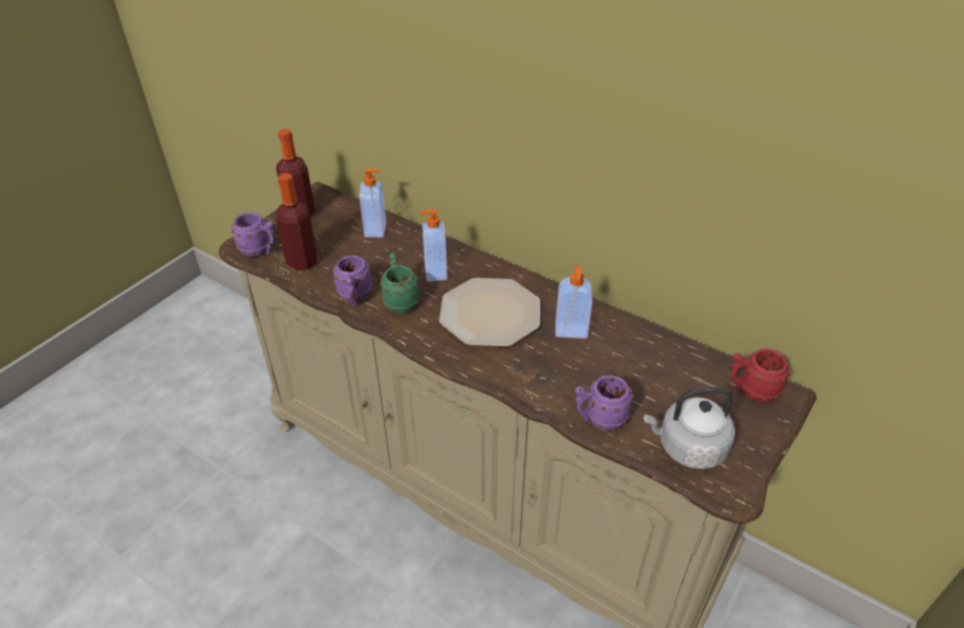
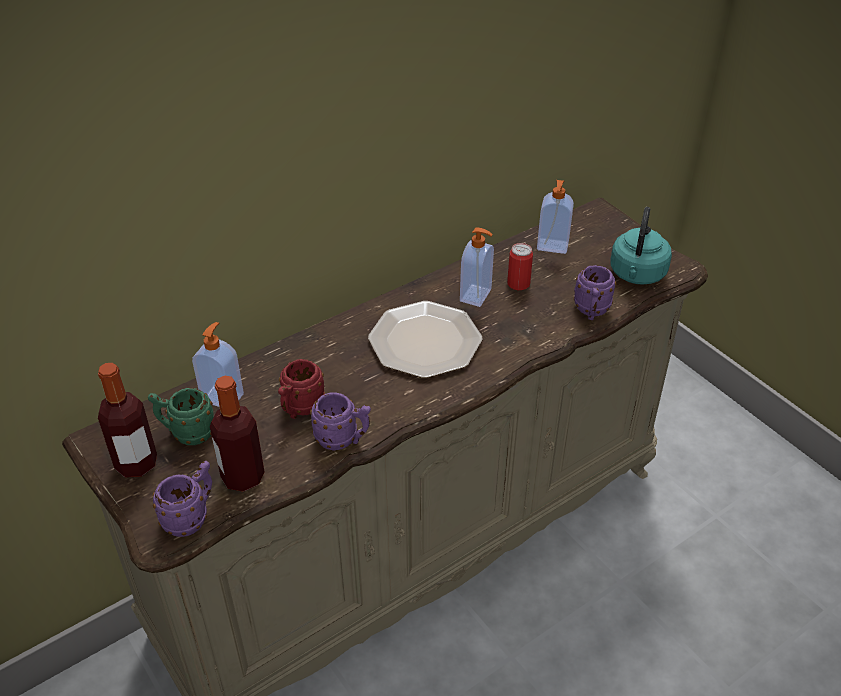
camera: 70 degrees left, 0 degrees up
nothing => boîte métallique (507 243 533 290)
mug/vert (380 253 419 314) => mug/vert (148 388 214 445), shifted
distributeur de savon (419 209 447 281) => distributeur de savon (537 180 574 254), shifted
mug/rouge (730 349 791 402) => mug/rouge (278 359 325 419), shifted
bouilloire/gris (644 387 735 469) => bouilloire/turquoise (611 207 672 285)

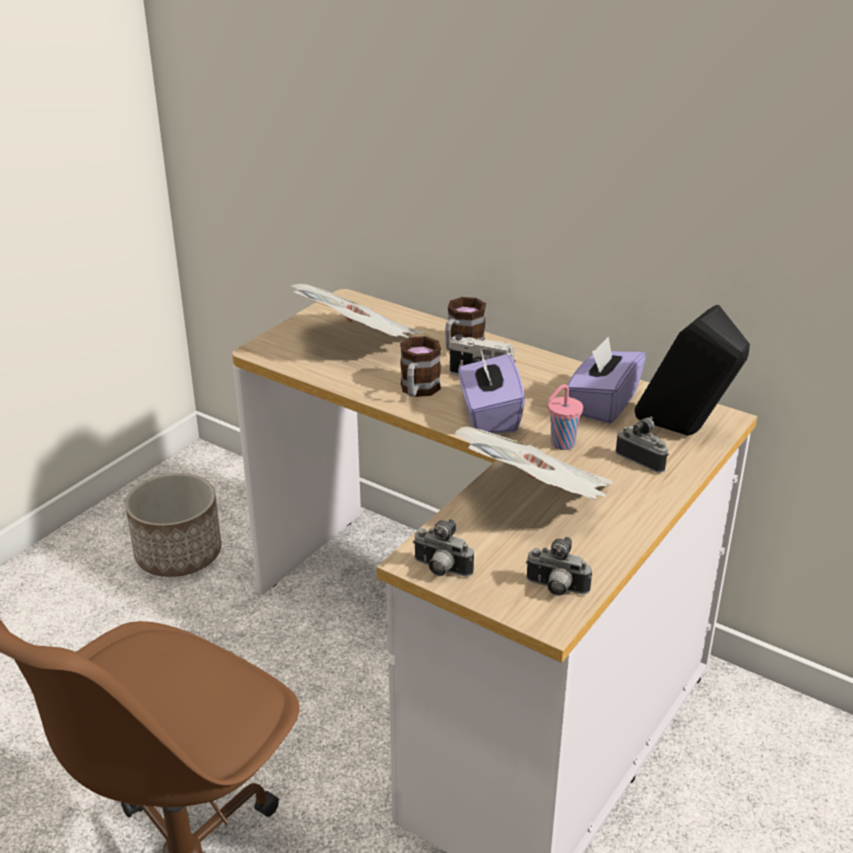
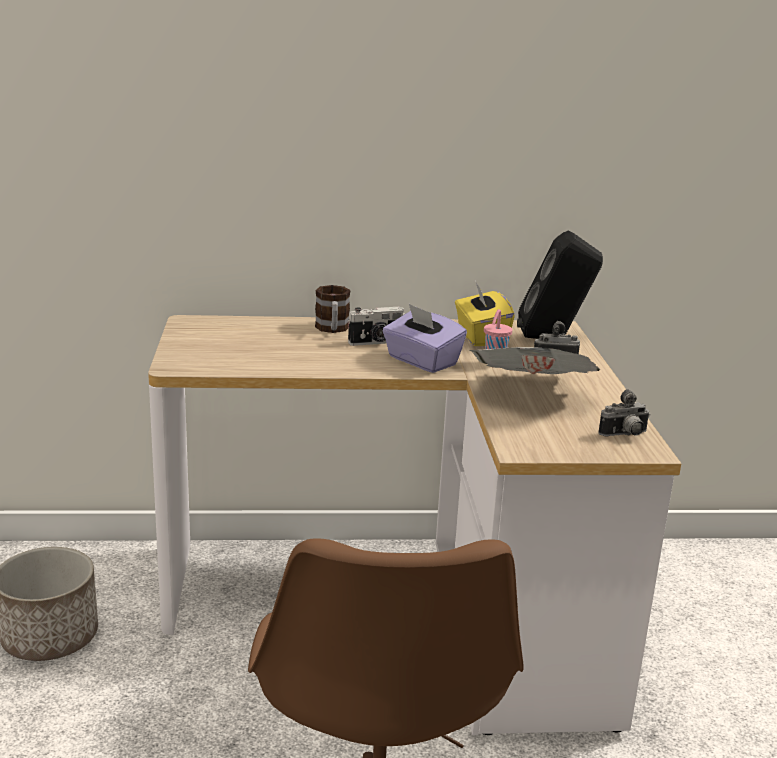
camera: 40 degrees left, 10 degrees down
journal (291 284 424 338) => nothing
mug (400 336 441 397) => nothing
appareil photo (413 519 474 577) => nothing
boîte à mouchoirs/violet (567 336 646 424) => boîte à mouchoirs/jaune (455 283 515 346)

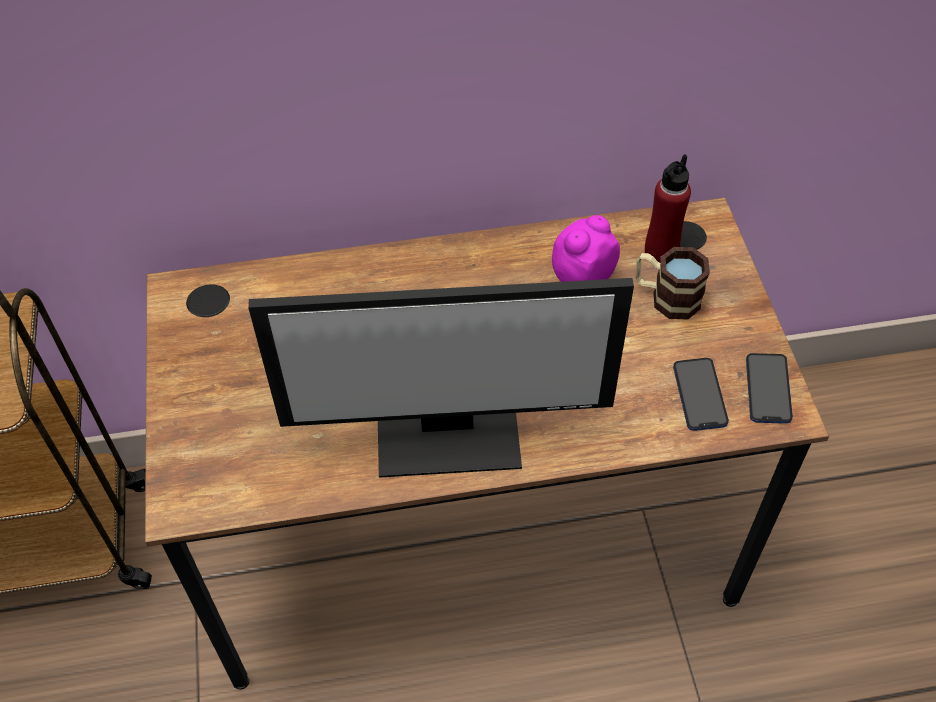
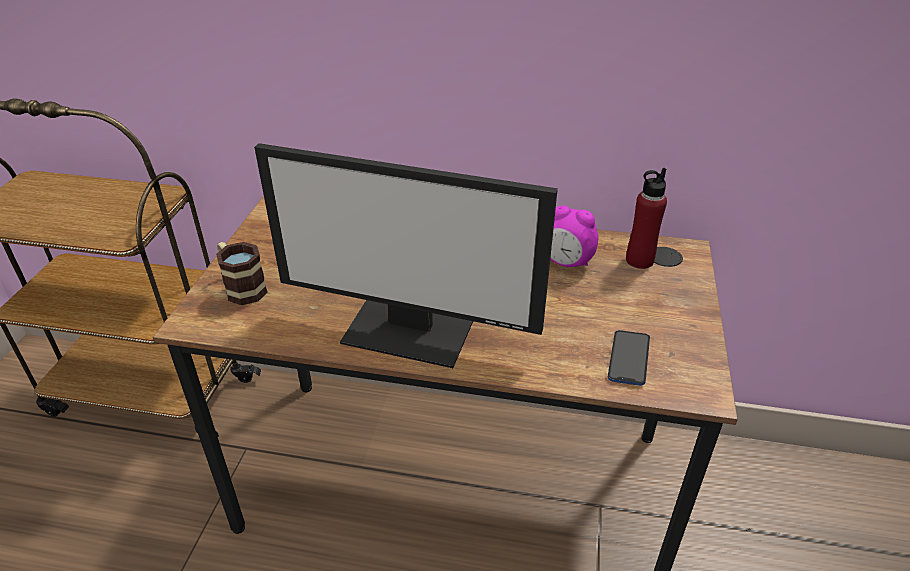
camera: 20 degrees right, 15 degrees down
téléphone (746 353 793 424) => nothing
mug (636 247 710 319) => mug (216 242 268 305), shifted
réveil (552 215 620 282) => réveil (550 206 599 267), 135 degrees counterclockwise

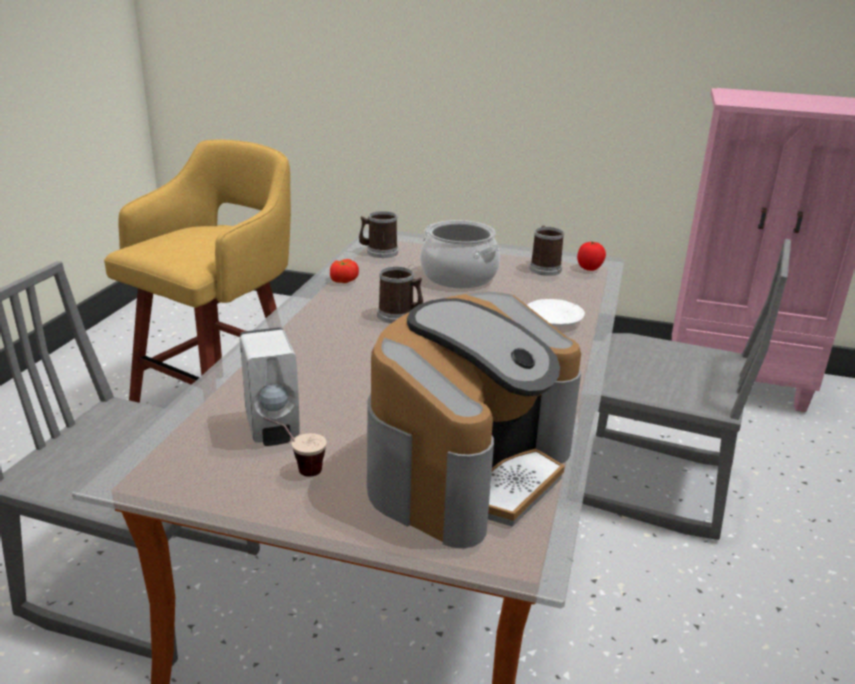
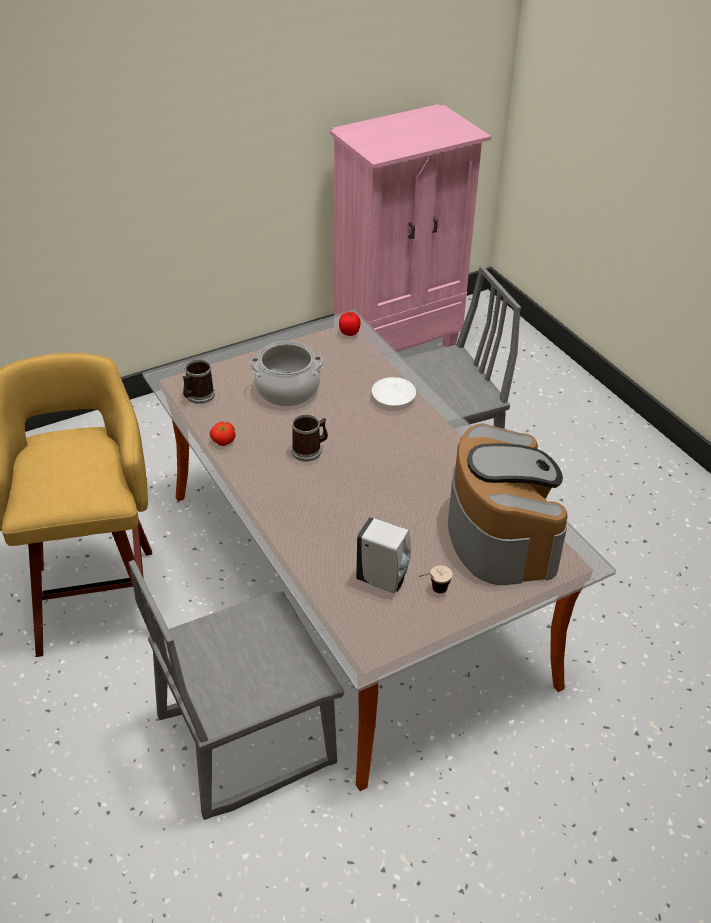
camera: 45 degrees left, 15 degrees up
mug (529 226 564 276) => nothing

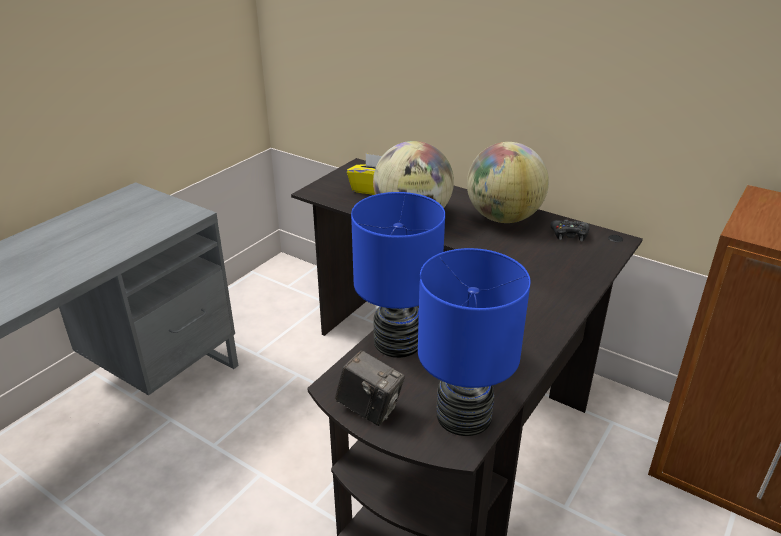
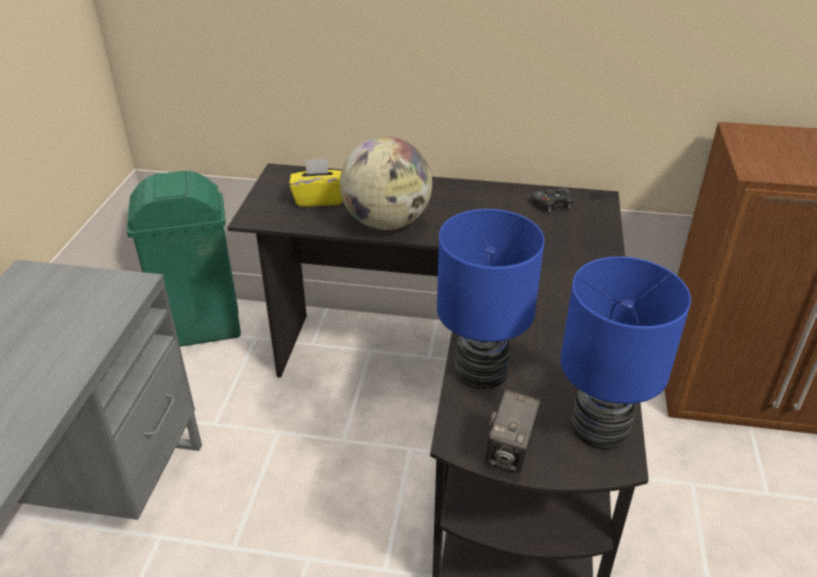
camera: 25 degrees left, 5 degrees up
globe (467 142 549 223) => nothing
nothing => poubelle/vert (127 171 241 347)
appareil photo (335 350 405 426) => appareil photo (485 390 541 473), 105 degrees clockwise

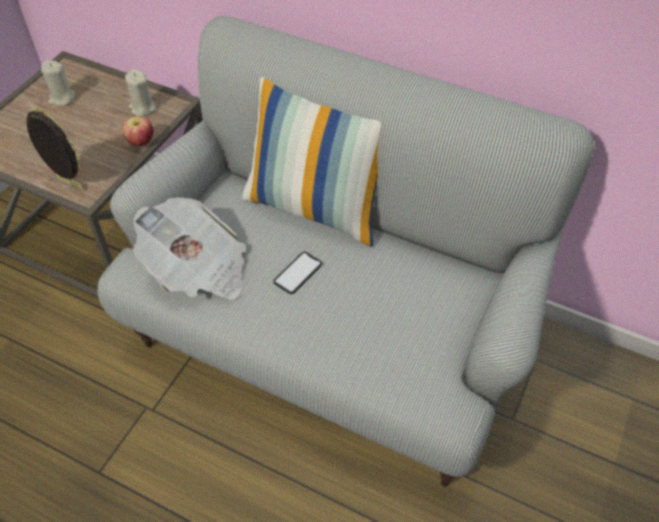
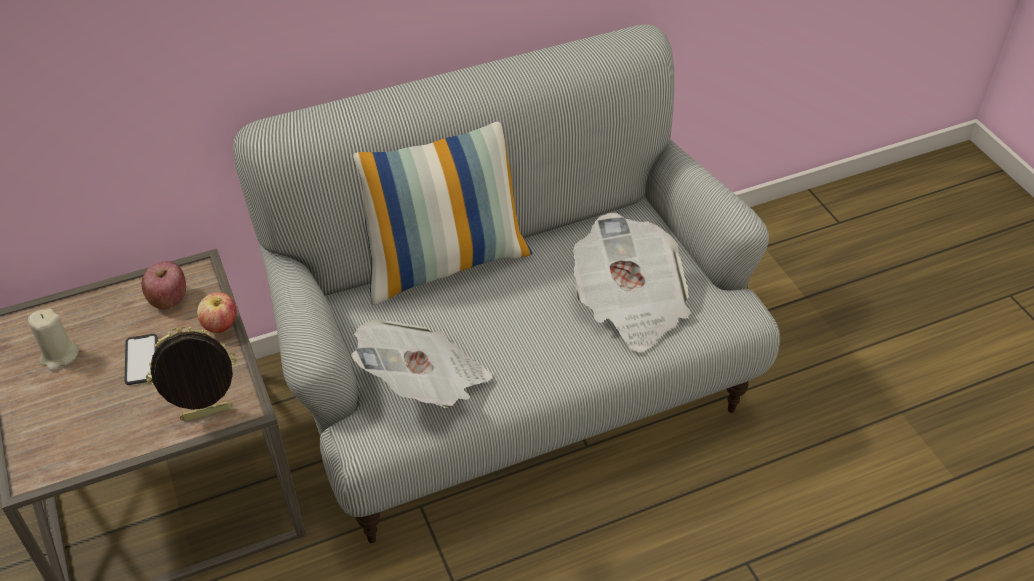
camera: 50 degrees left, 5 degrees down
nothing => journal (573 213 691 353)
téléphone (273 252 322 294) => téléphone (125 334 158 385), shifted
bougie/beige (125 69 156 116) => pomme (142 261 186 309)

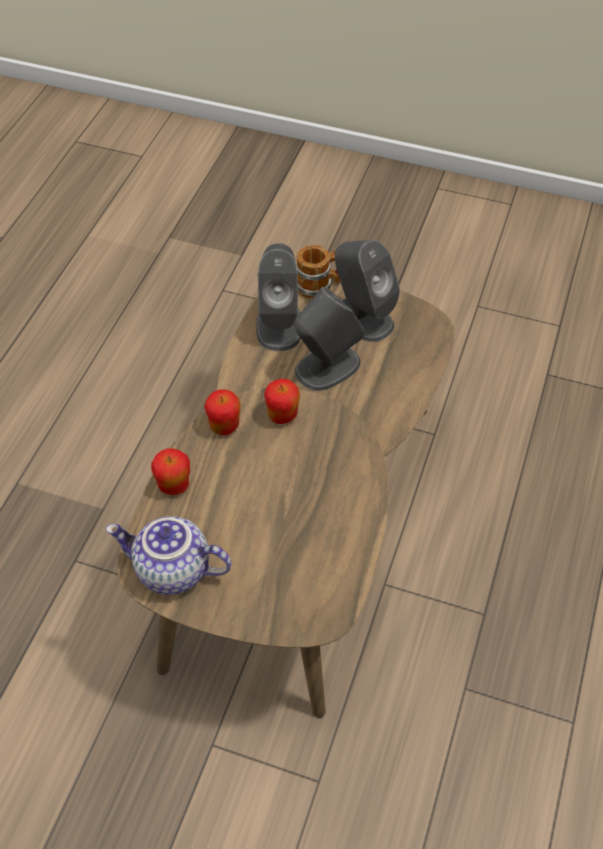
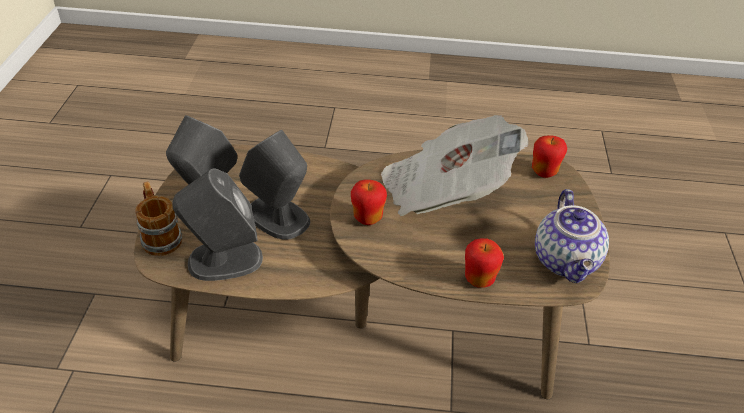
camera: 105 degrees left, 10 degrees down
nothing => journal (381 115 528 216)
pomme (204 389 240 435) => pomme (532 135 567 178), shifted

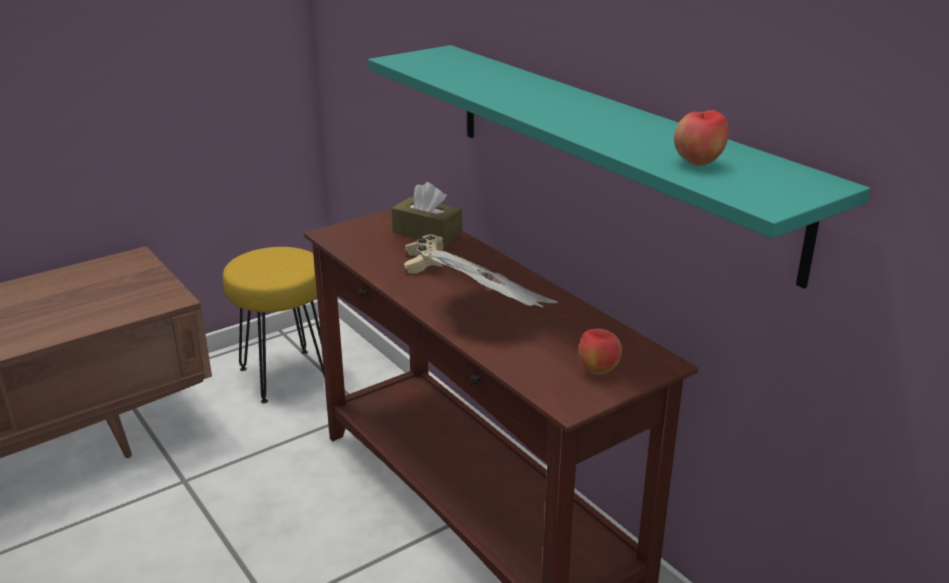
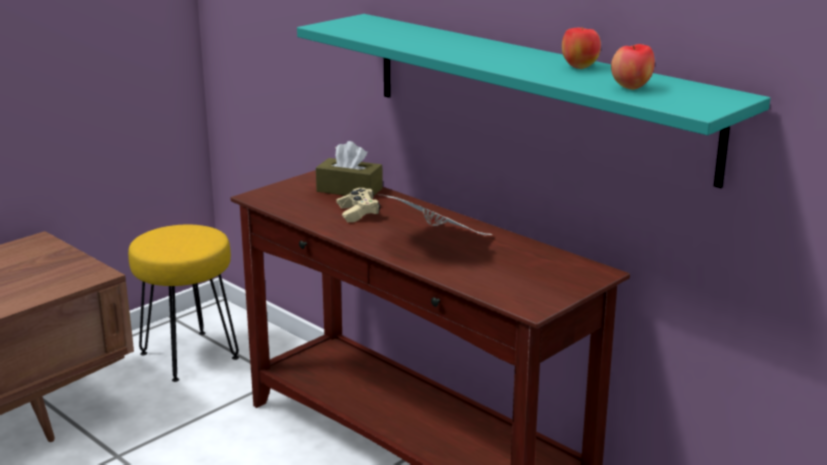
camera: 10 degrees left, 5 degrees down
pomme (579 329 622 375) => pomme (562 27 601 69), shifted

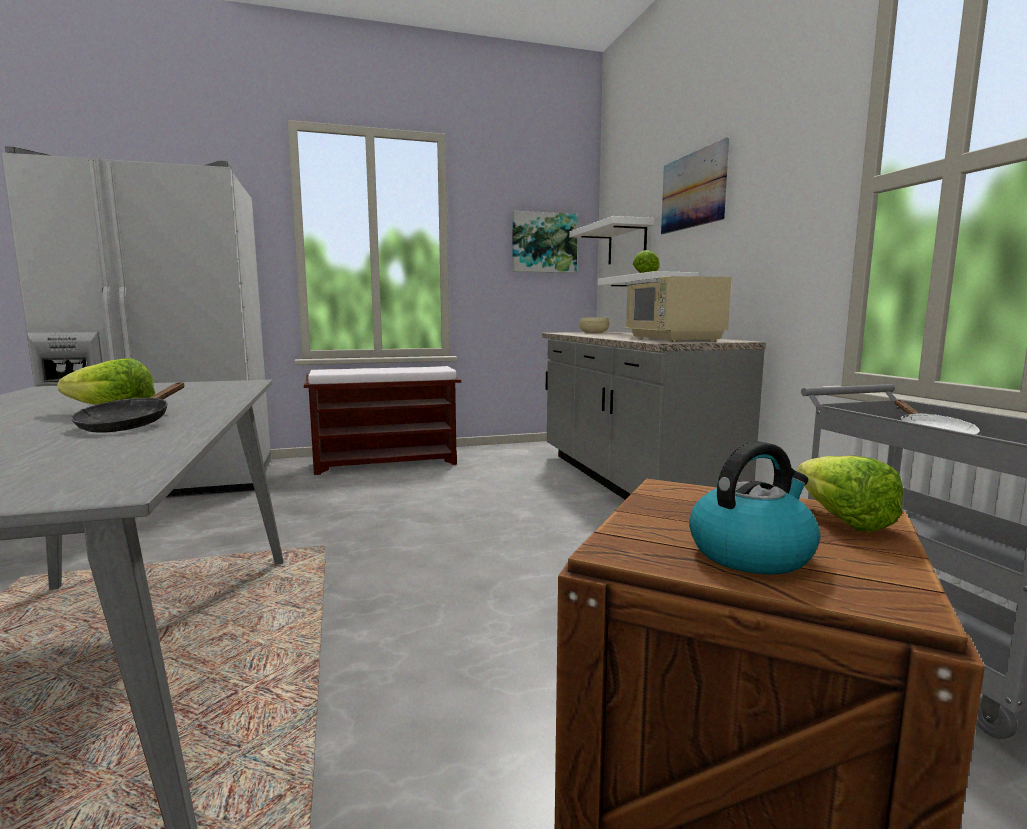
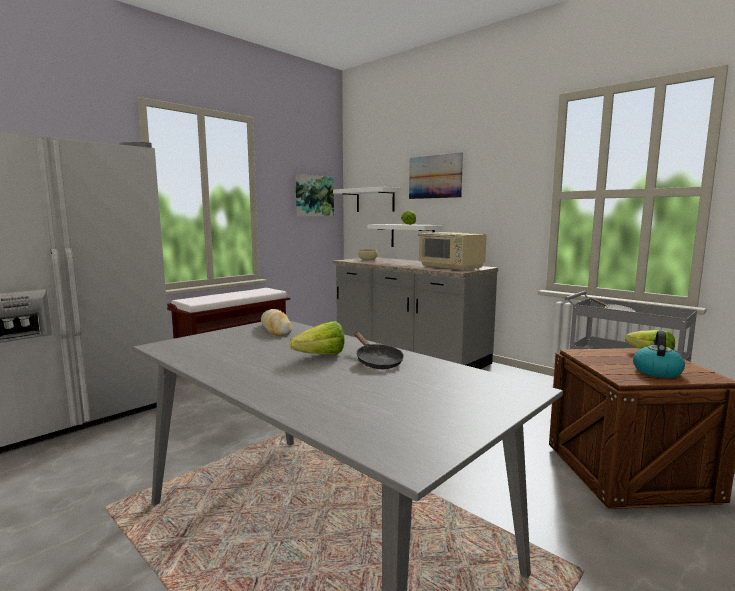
camera: 30 degrees left, 0 degrees up
nothing => pain (261 309 292 336)

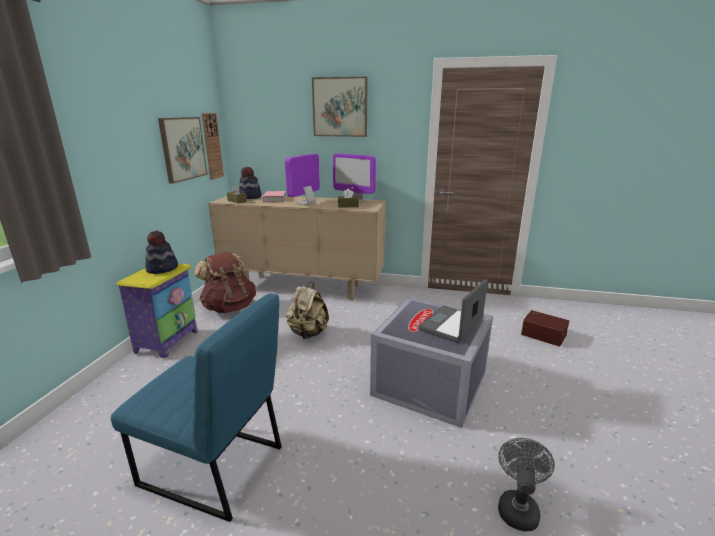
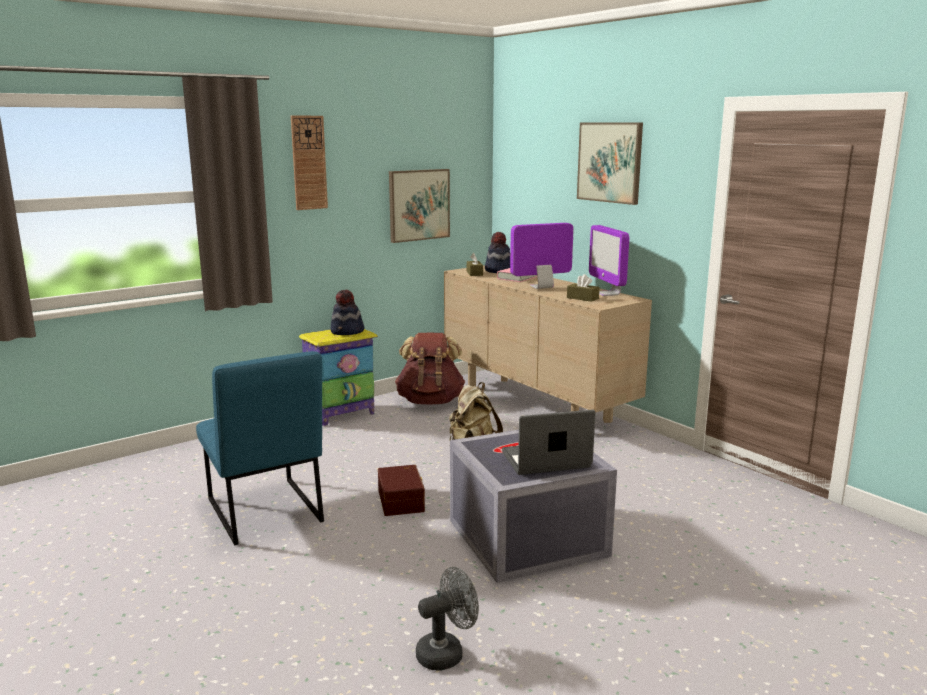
camera: 40 degrees right, 5 degrees down
horloge murale (202 113 224 180) => horloge murale (291 116 328 210), shifted
boîte de rangement/marron (521 310 569 347) => boîte de rangement/marron (378 465 425 516), shifted

